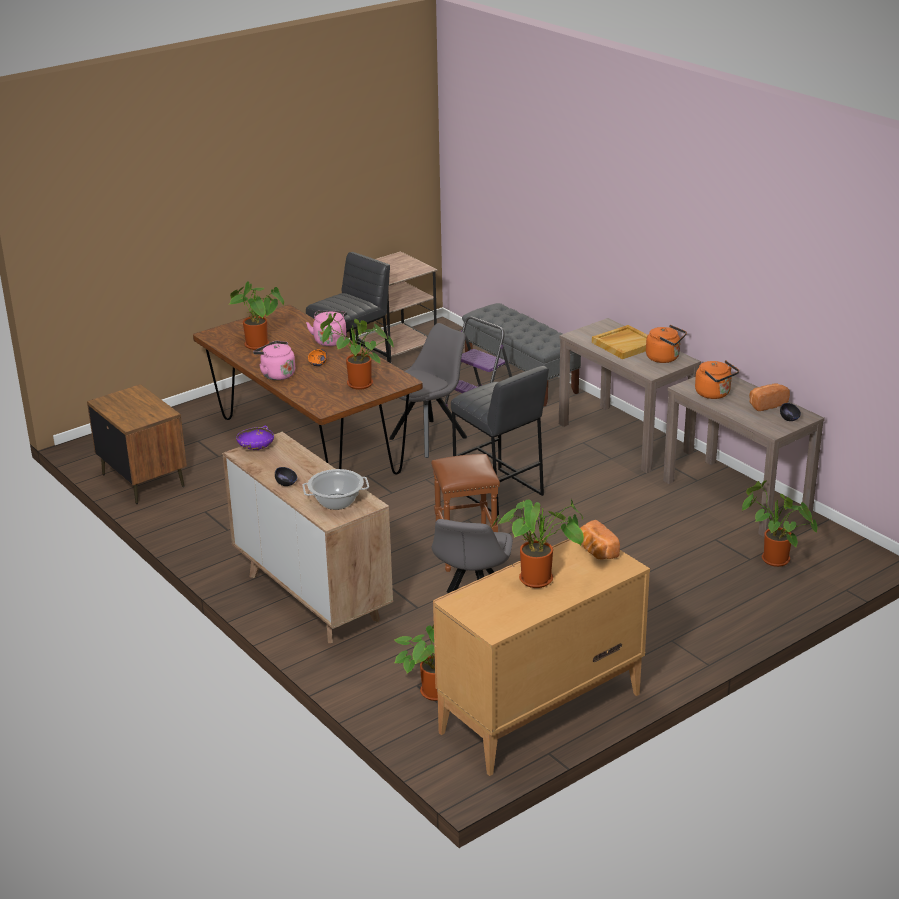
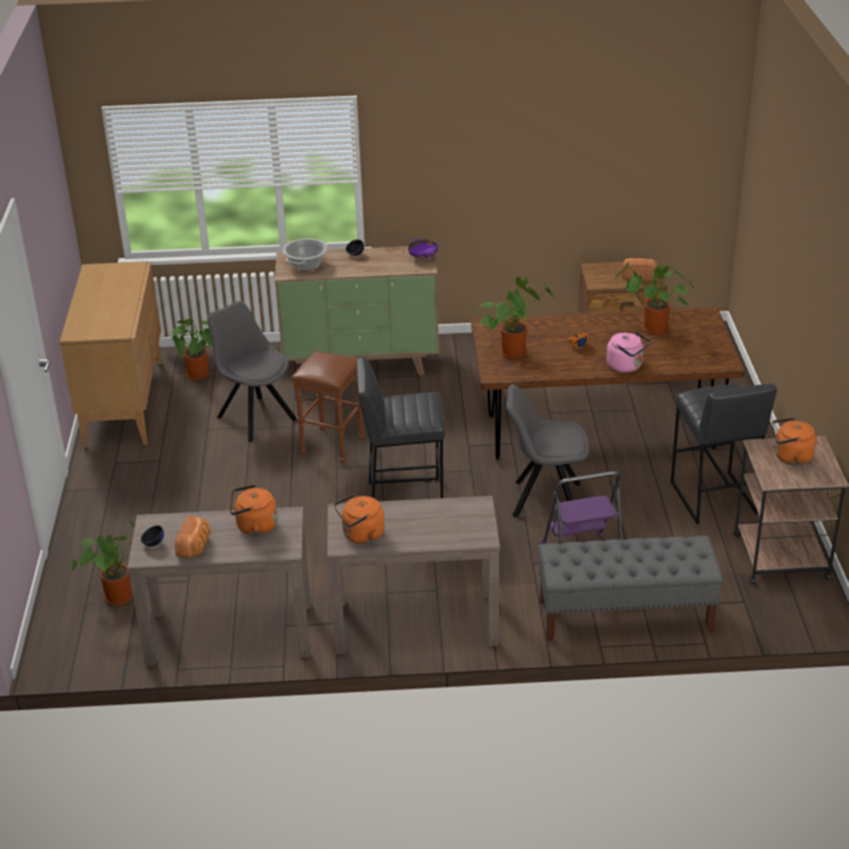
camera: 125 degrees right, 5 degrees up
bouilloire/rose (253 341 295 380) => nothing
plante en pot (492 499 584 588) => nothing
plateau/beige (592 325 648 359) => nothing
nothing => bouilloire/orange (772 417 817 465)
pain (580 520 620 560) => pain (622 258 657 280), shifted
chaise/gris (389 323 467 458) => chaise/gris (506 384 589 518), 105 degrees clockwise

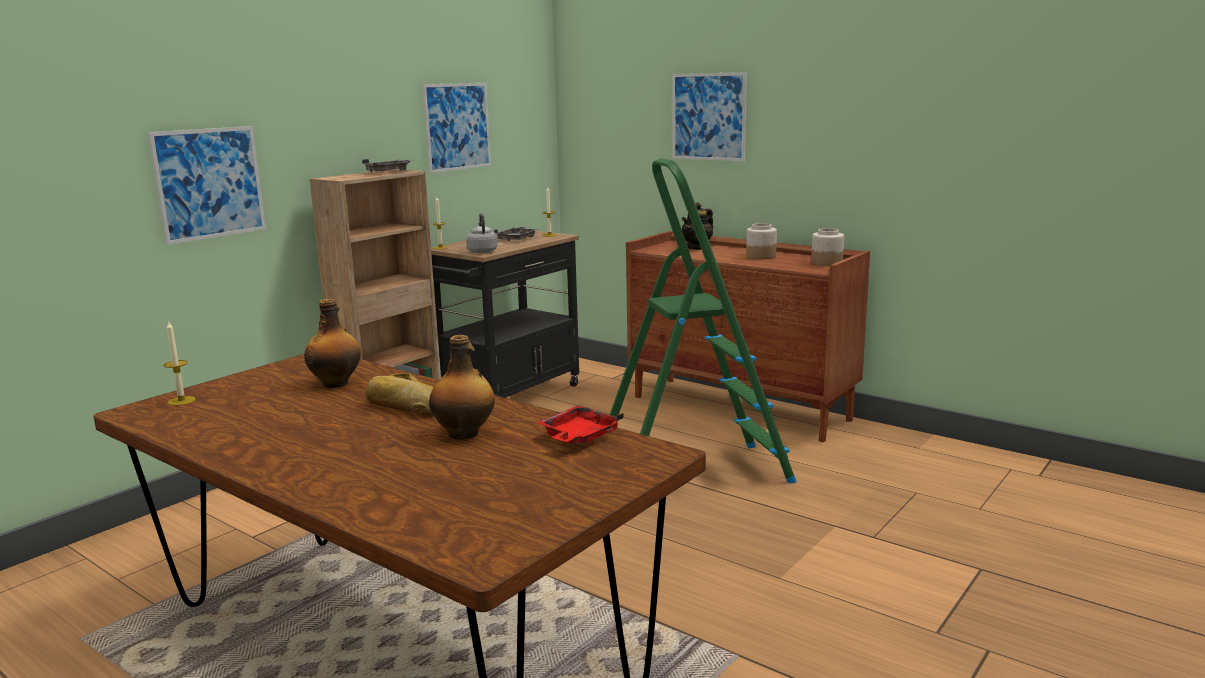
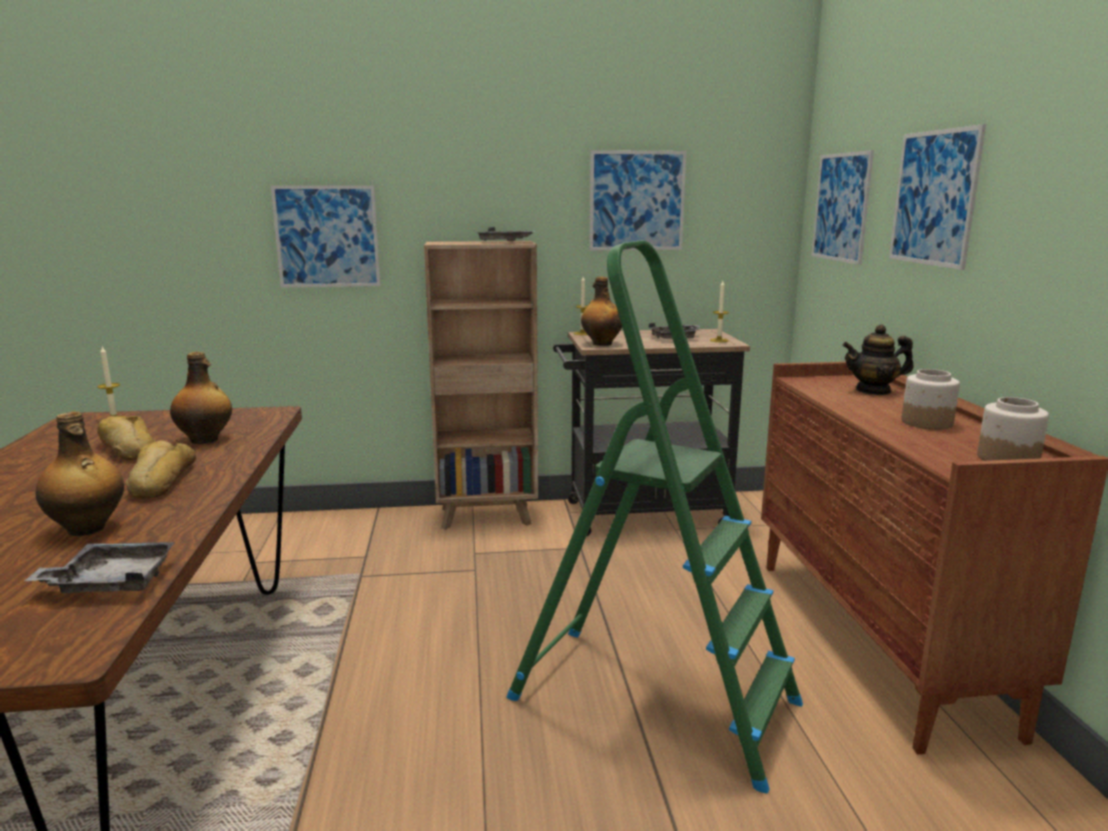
camera: 45 degrees right, 0 degrees up
nothing => pain (97 416 154 460)
nothing => tableau (812 150 874 265)
bouilloire/gris (466 213 498 253) => bouteille (581 277 622 346)
plateau/rouge (536 406 624 444) => plateau/gris (24 542 175 593)

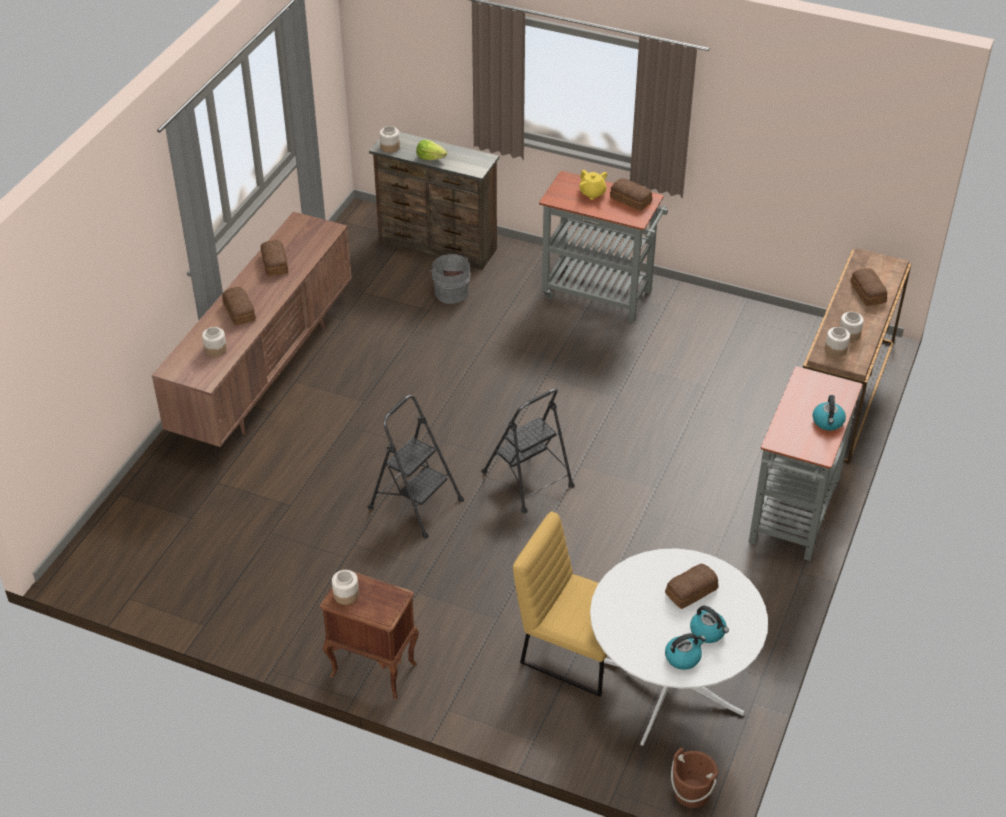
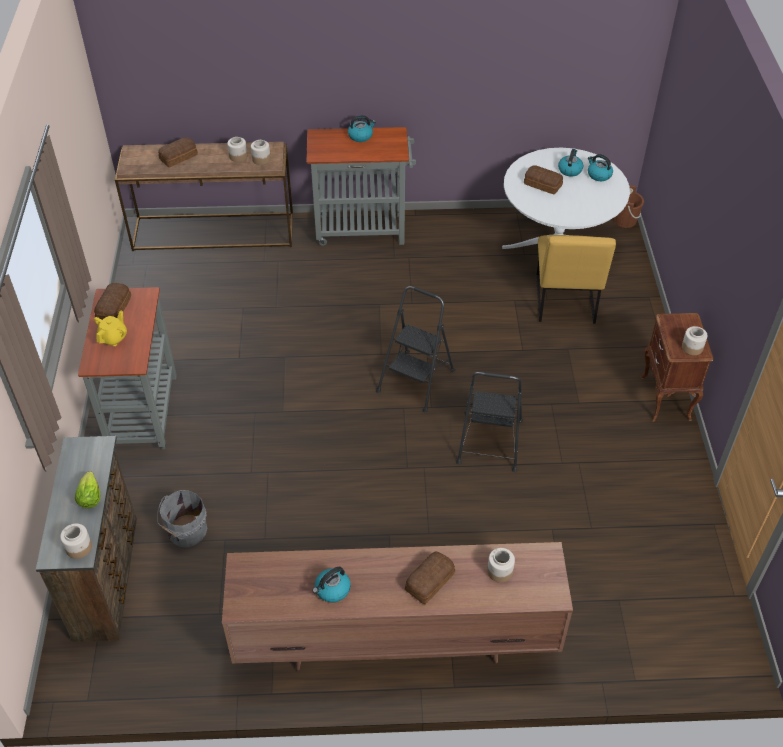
camera: 115 degrees left, 5 degrees up
pain (261 240 288 276) => bouilloire (312 567 351 603)

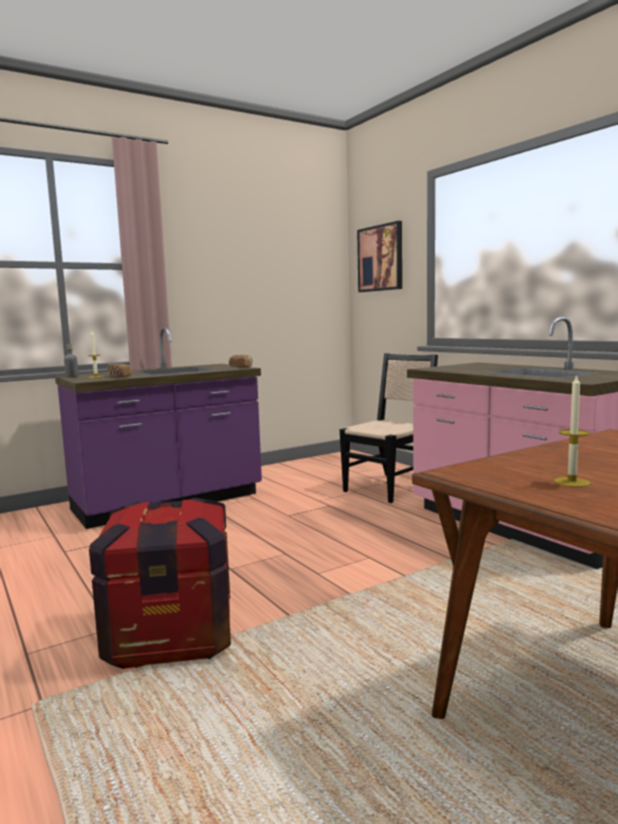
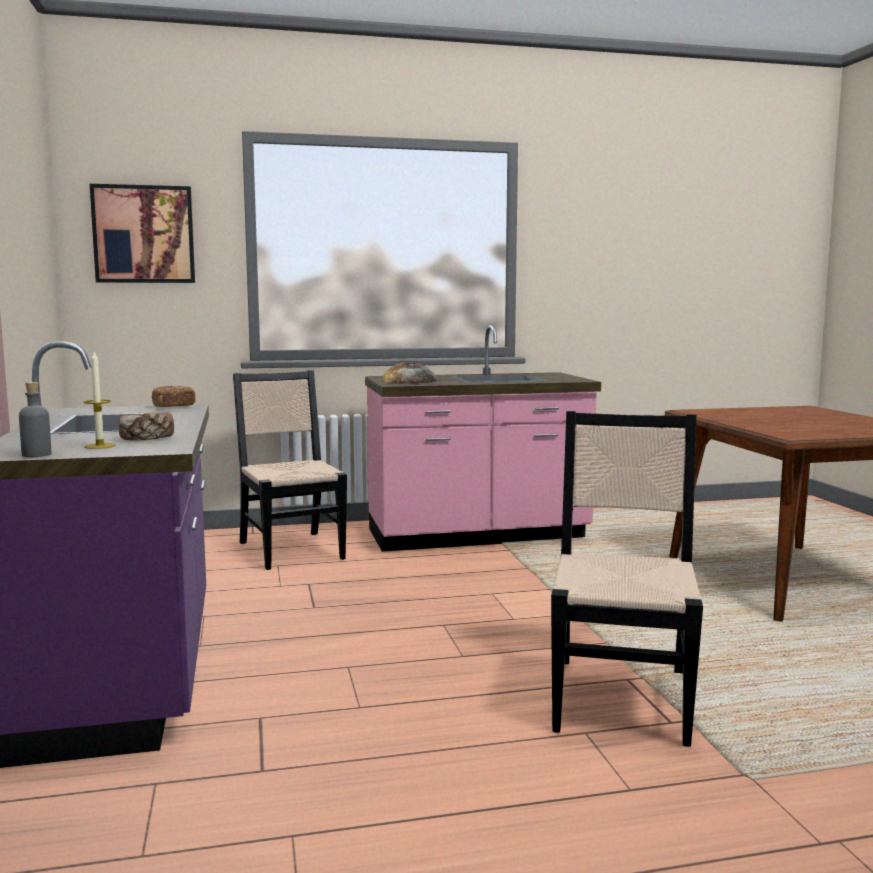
camera: 70 degrees left, 0 degrees up
bougie (554 374 590 487) => nothing
nothing => pain (381 362 440 384)
caisse (89 498 231 669) => chaise (551 411 703 747)

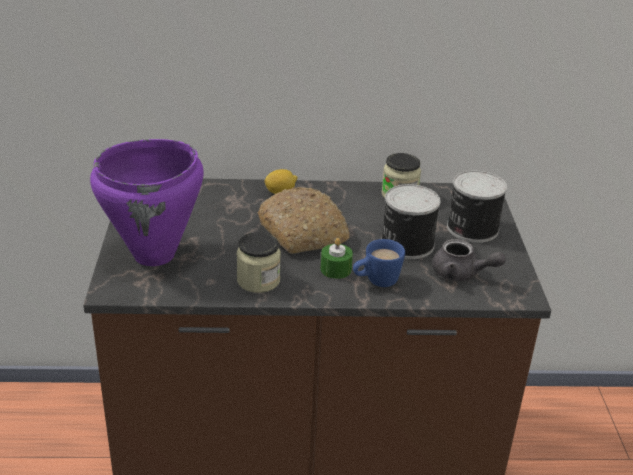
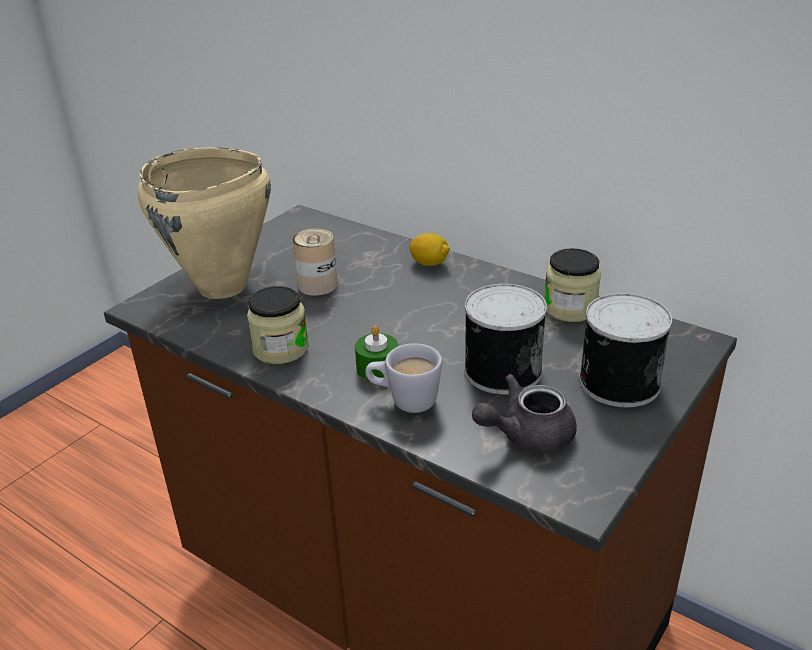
camera: 40 degrees right, 0 degrees up
pain (258 187 350 254) => nothing
nothing => boîte métallique (292 229 338 296)
marmite/violet (90 139 204 266) => marmite/beige (137 147 271 299)
mug/bleu (353 239 405 287) => mug/blanc (365 343 442 413)
théière/gris (432 239 506 281) => théière/gris (472 374 577 453), 90 degrees clockwise

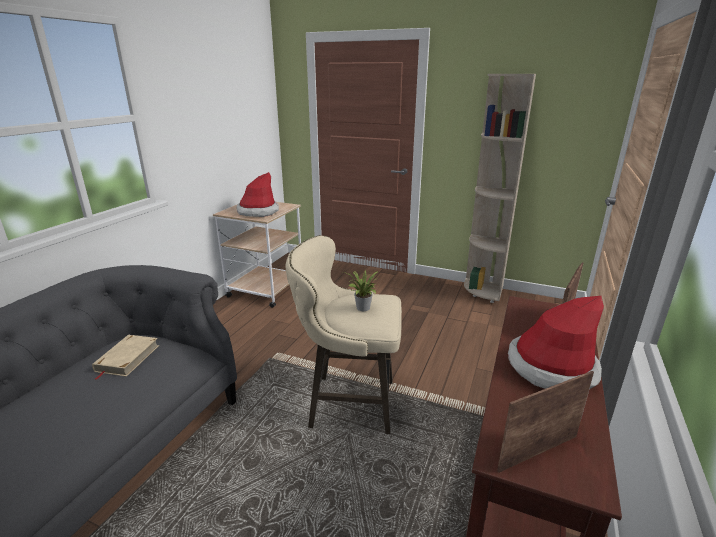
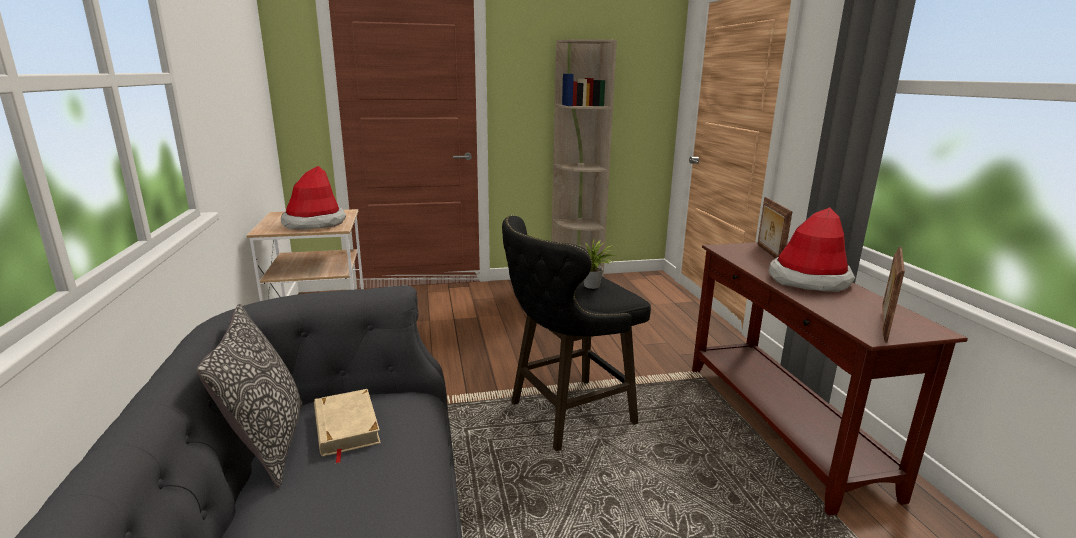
camera: 35 degrees left, 5 degrees down
nothing => coussin (197 304 303 488)
tabouret/beige (286 235 402 434) => tabouret/noir (502 215 651 451)

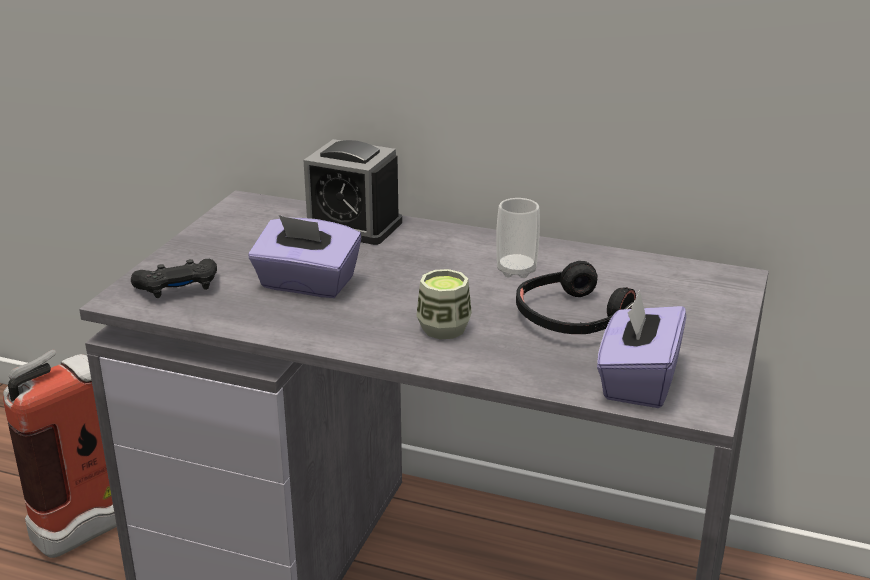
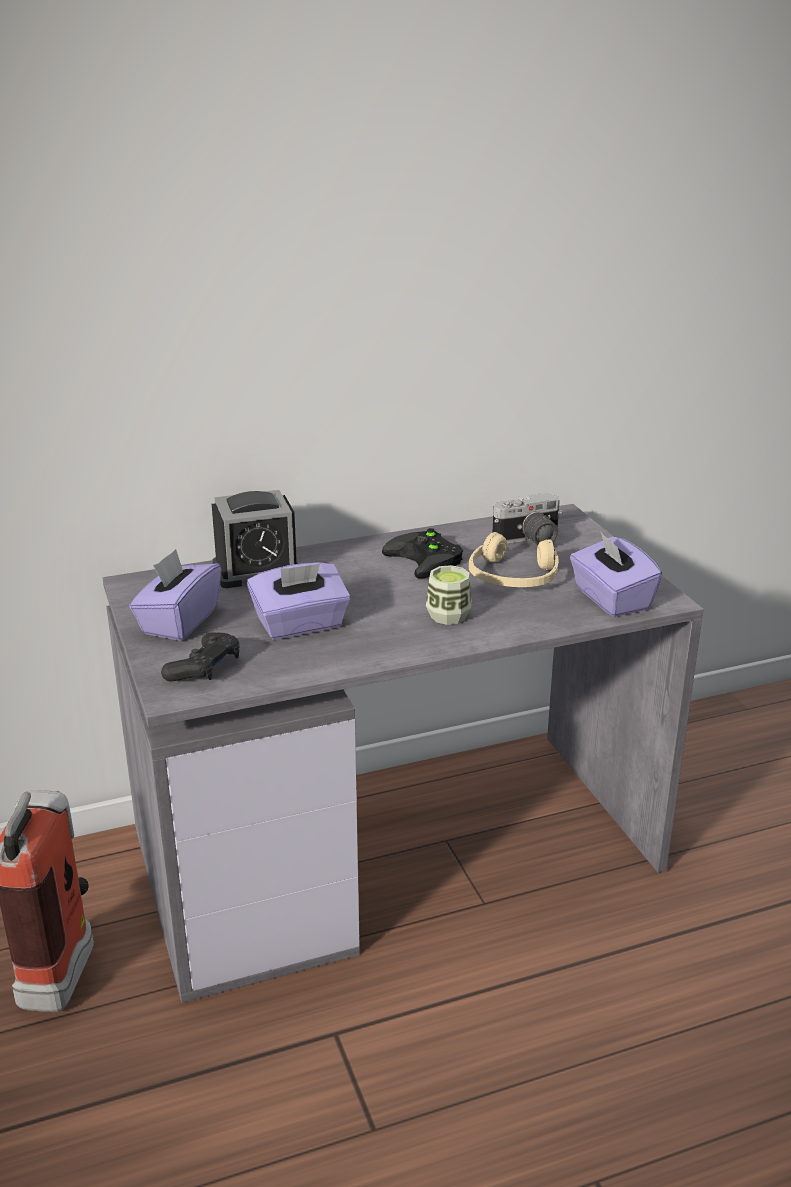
camera: 40 degrees left, 0 degrees up
nothing => boîte à mouchoirs/violet (129 549 221 641)
nothing => appareil photo (492 492 562 545)
tasse (496 198 540 278) => manette/noir (382 528 463 578)
casque audio/noir (516 261 636 334) => casque audio/beige (469 532 558 587)

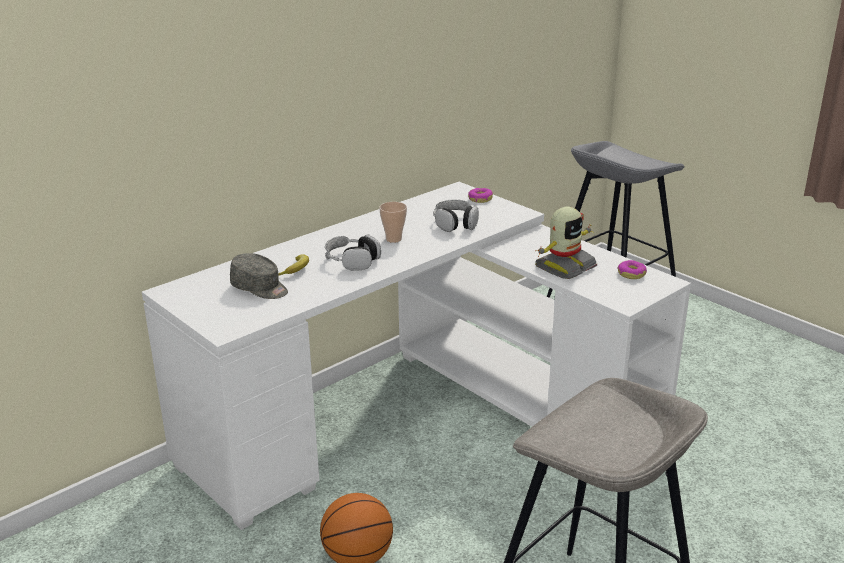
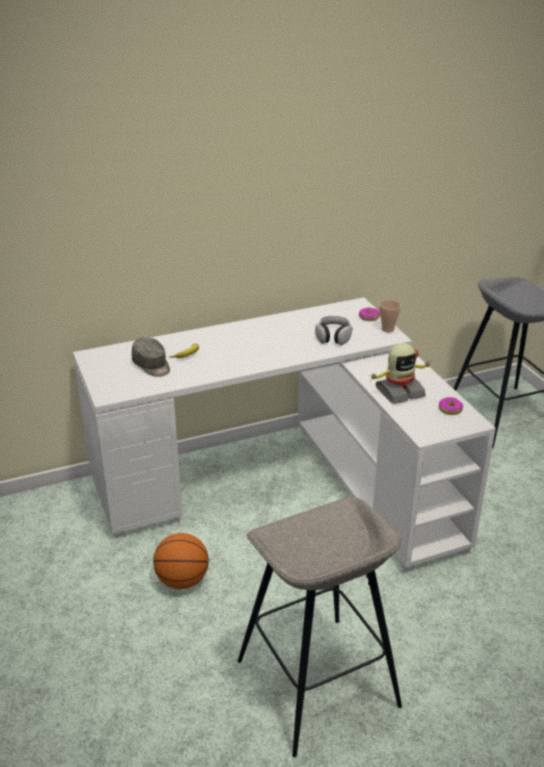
camera: 20 degrees right, 5 degrees up
casque audio (325 235 381 271) => nothing
tasse (379 202 407 243) => tasse (379 300 401 333), shifted

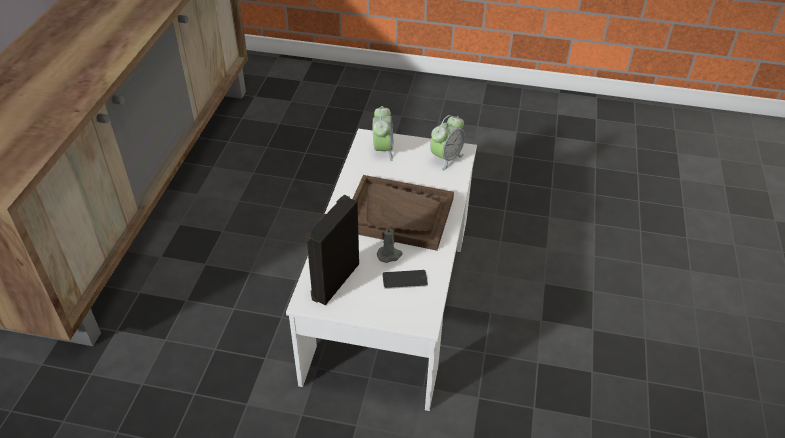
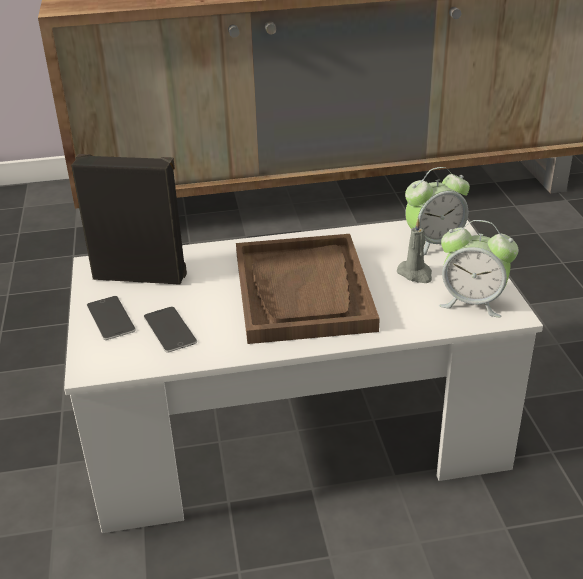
camera: 70 degrees right, 10 degrees down
nothing => téléphone (86 296 136 340)
bougie/gris (377 225 403 263) => bougie/gris (397 218 432 283), shifted

